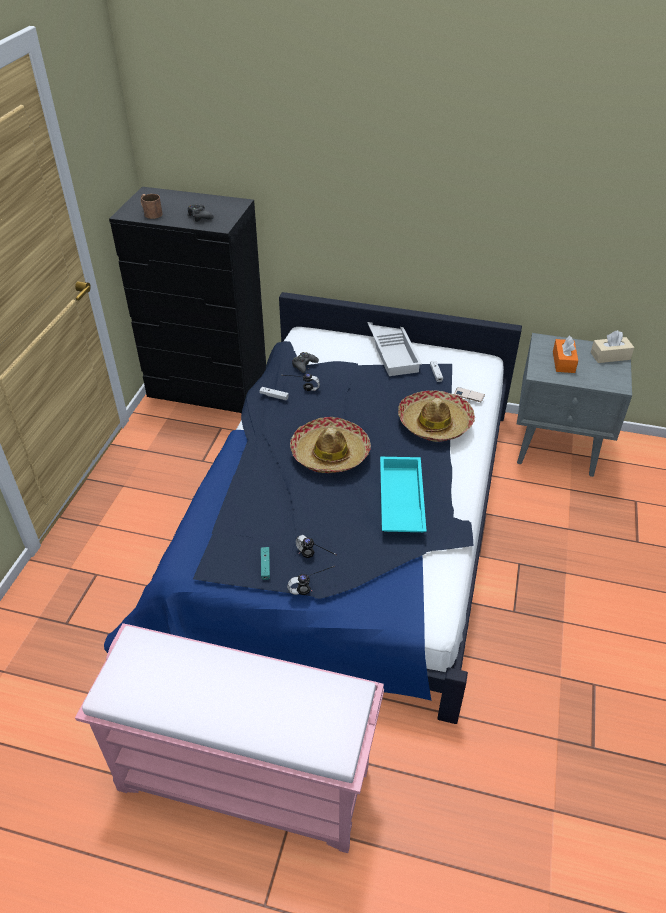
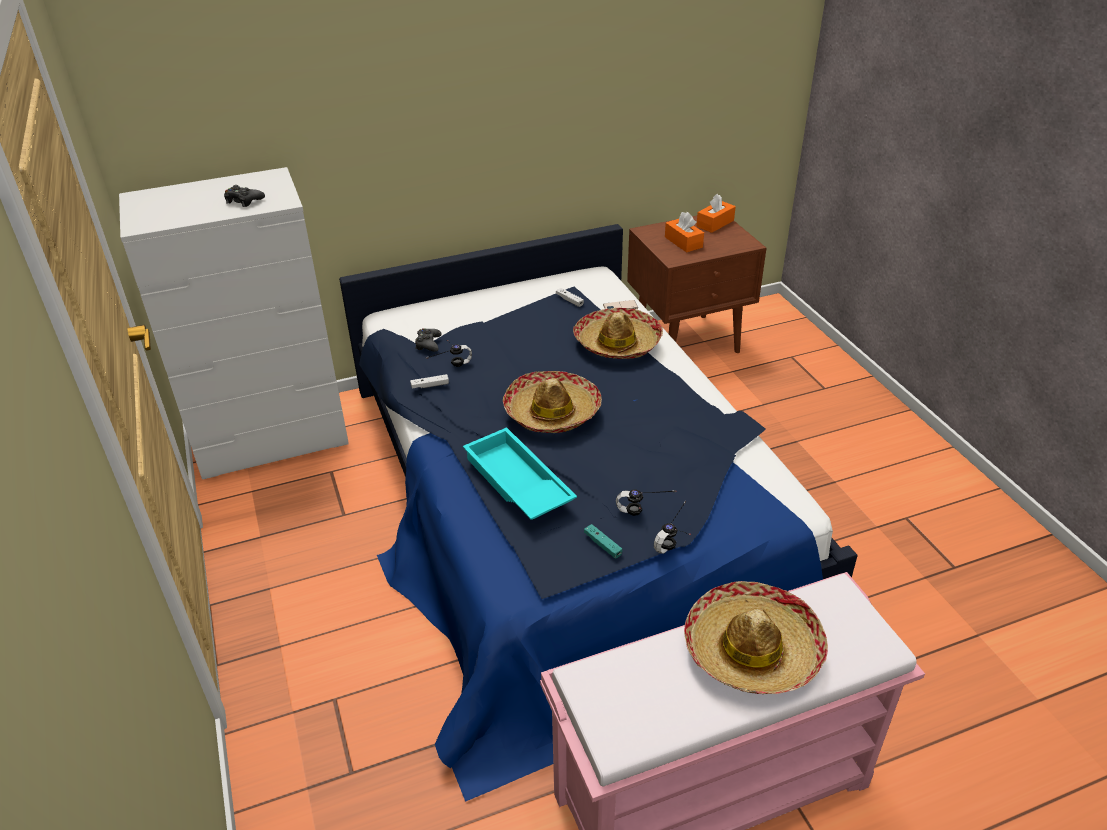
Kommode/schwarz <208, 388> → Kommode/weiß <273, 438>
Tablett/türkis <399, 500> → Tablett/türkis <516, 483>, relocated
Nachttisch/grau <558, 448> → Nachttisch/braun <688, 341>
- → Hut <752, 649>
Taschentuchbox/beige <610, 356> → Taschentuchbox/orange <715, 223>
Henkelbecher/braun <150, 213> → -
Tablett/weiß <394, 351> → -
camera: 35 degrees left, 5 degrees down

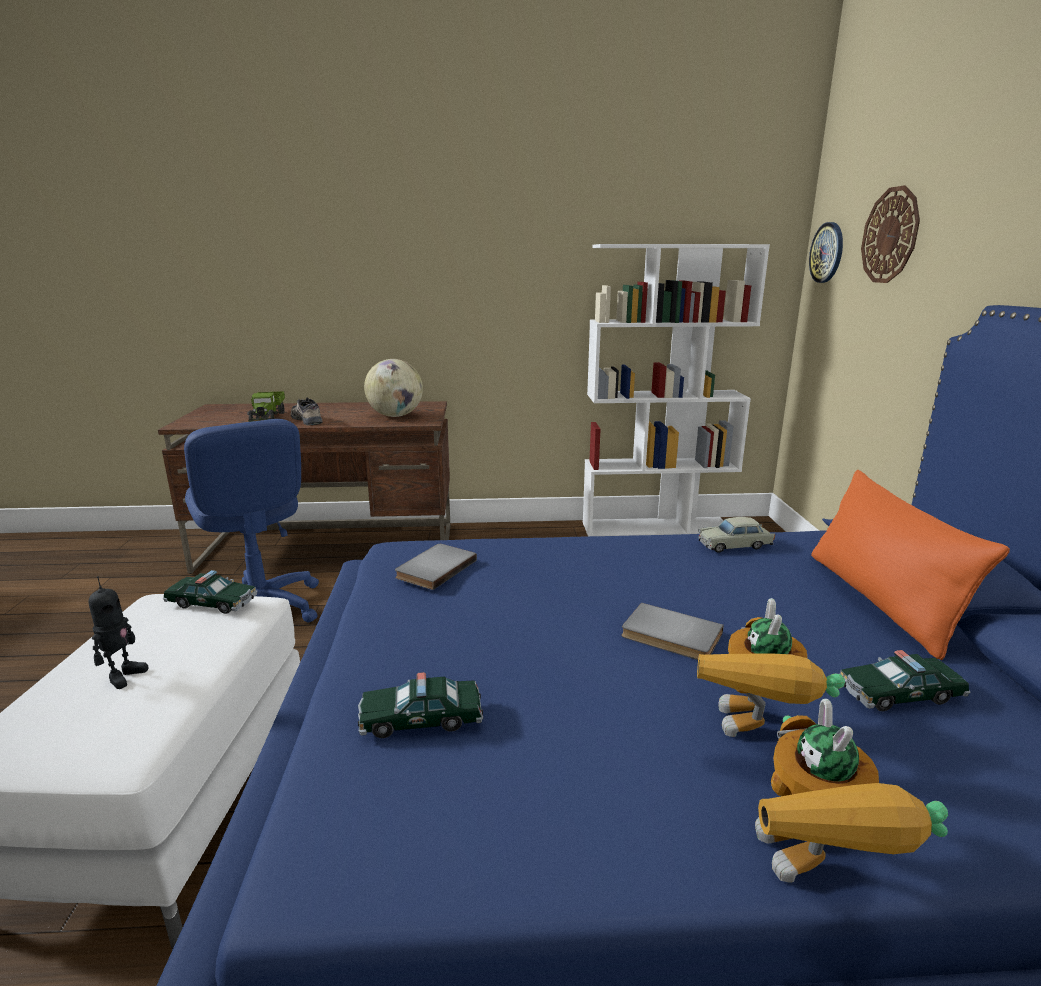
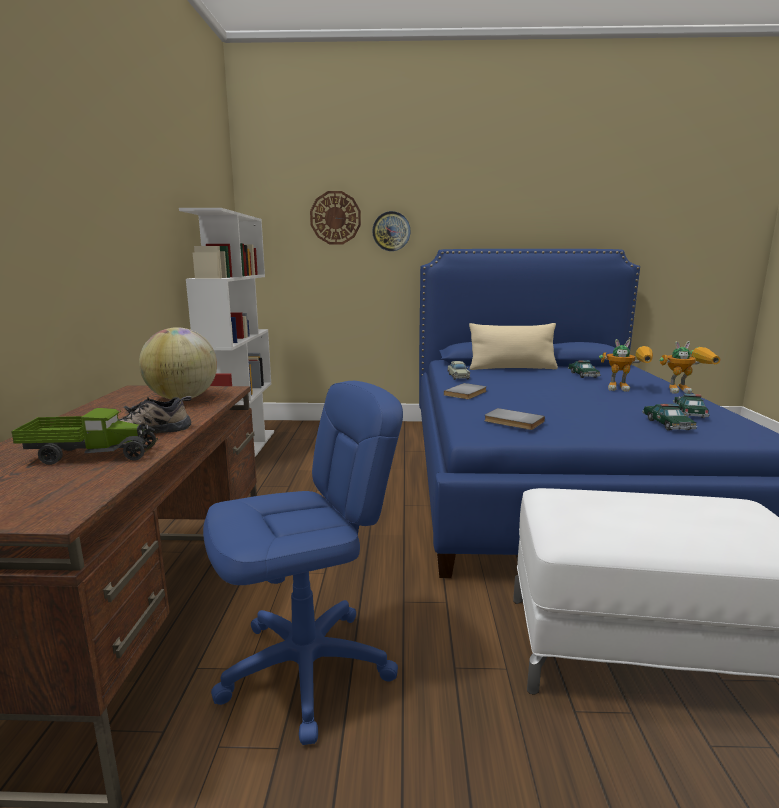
Wanduhr <827, 252> → Wanduhr <391, 231>, relocated
Buch/grau <670, 636> → Buch/grau <467, 393>, relocated
Kissen/orange <879, 600> → Kissen/beige <512, 368>
Spielzeugauto <212, 603> → Spielzeugauto <689, 412>, relocated
Spielzeugroboter <124, 676> → -
camera: 85 degrees left, 5 degrees down

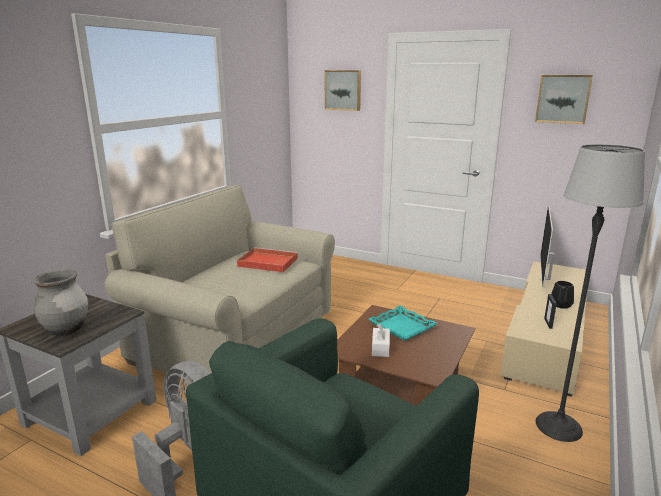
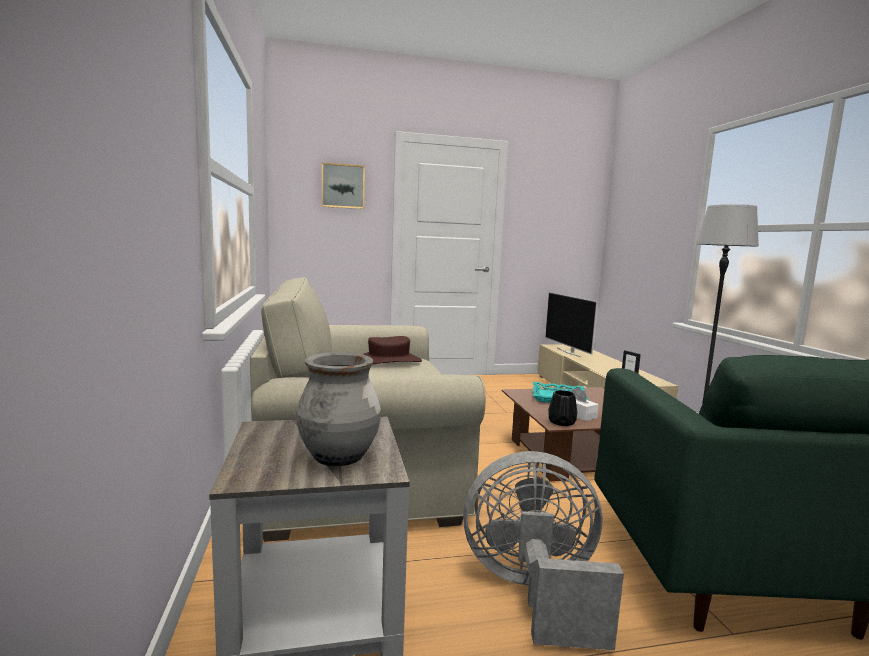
Tablett/rot <267, 262> → Hut/braun <388, 361>
Vase/schwarz <560, 305> → Vase/schwarz <561, 422>, relocated
Bild <563, 99> → -
camera: 40 degrees left, 10 degrees down

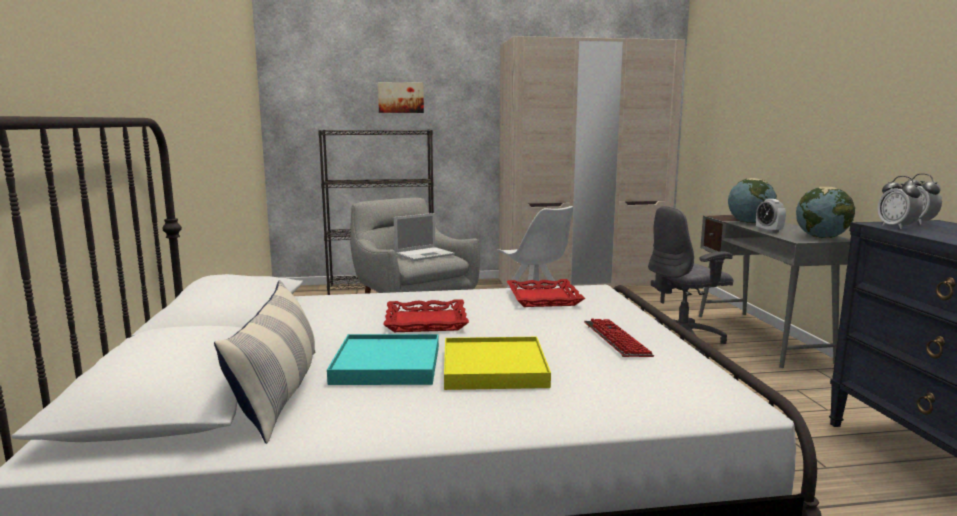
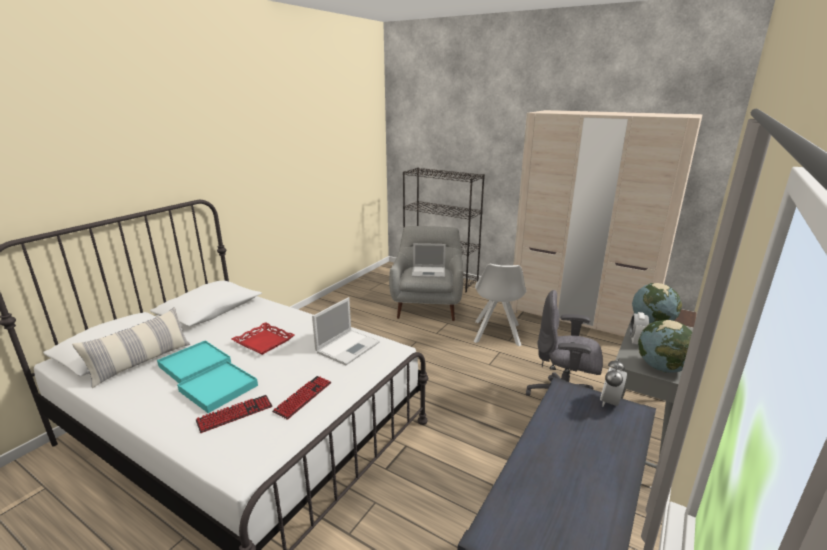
Tablett/gelb <494, 368> → Tablett/türkis <219, 388>
- → Tastatur <235, 414>
Tablett/rot <543, 298> → Laptop <348, 347>
Bild <400, 97> → -
Wecker <896, 227> → -
camera: 40 degrees right, 10 degrees up

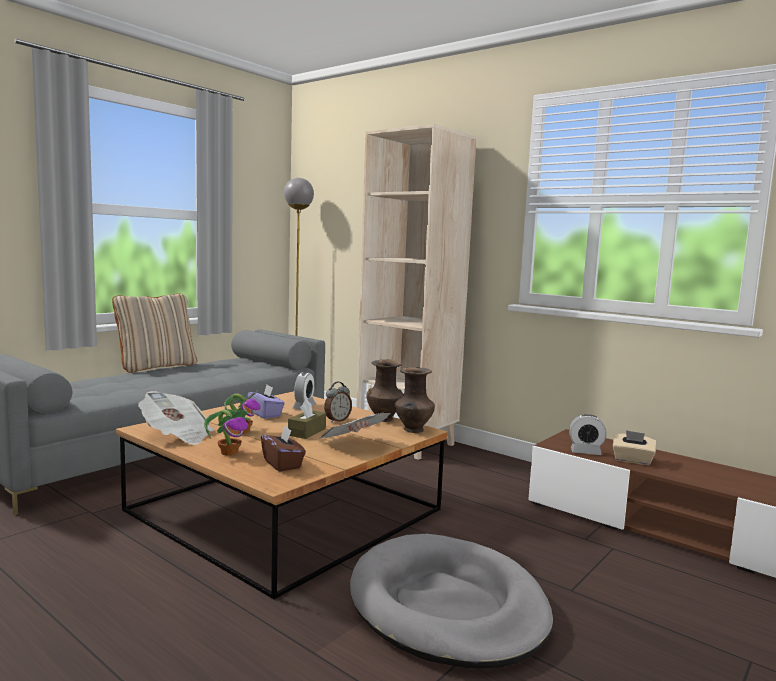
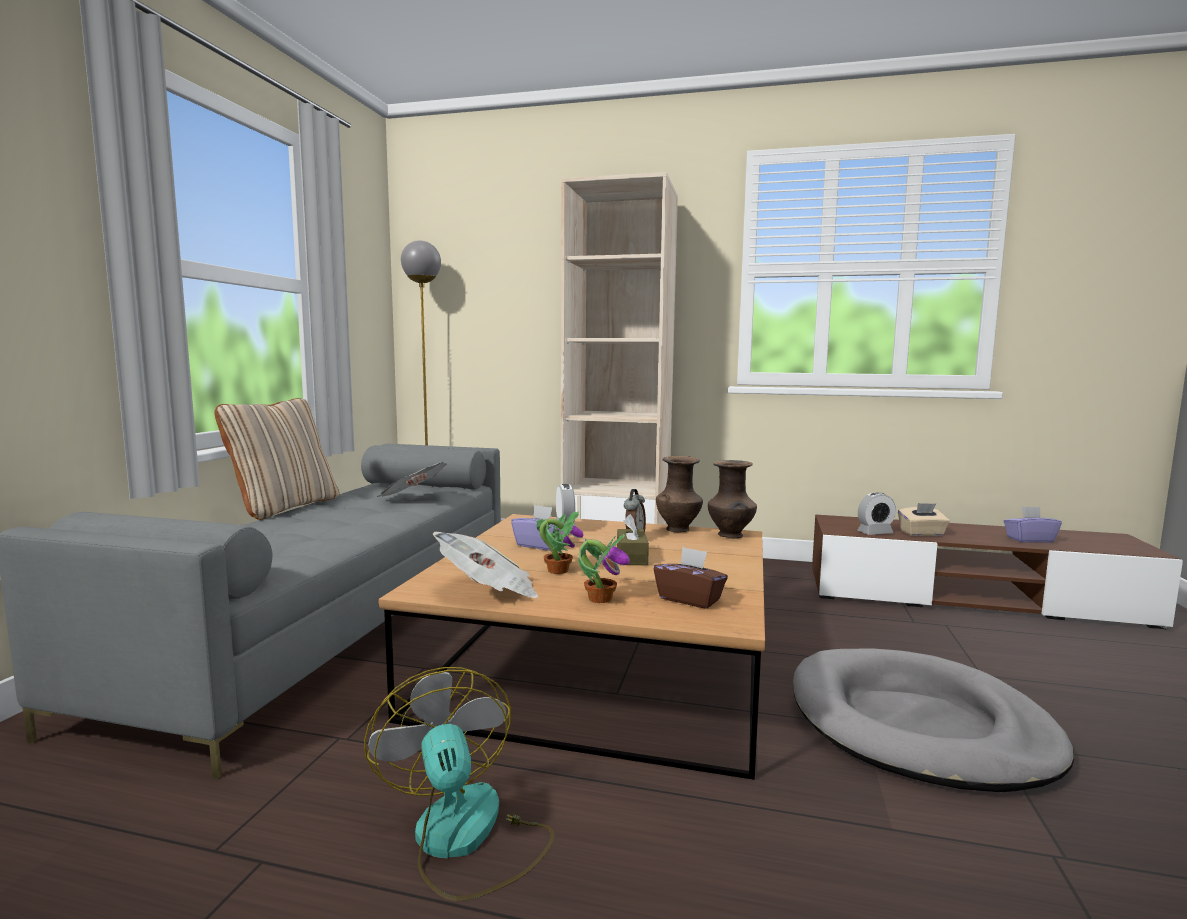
- → Ventilator <465, 839>
Zeitung <353, 444> → Zeitung <412, 498>, relocated
- → Taschentuchbox/lila <1029, 539>
camera: 25 degrees left, 0 degrees up

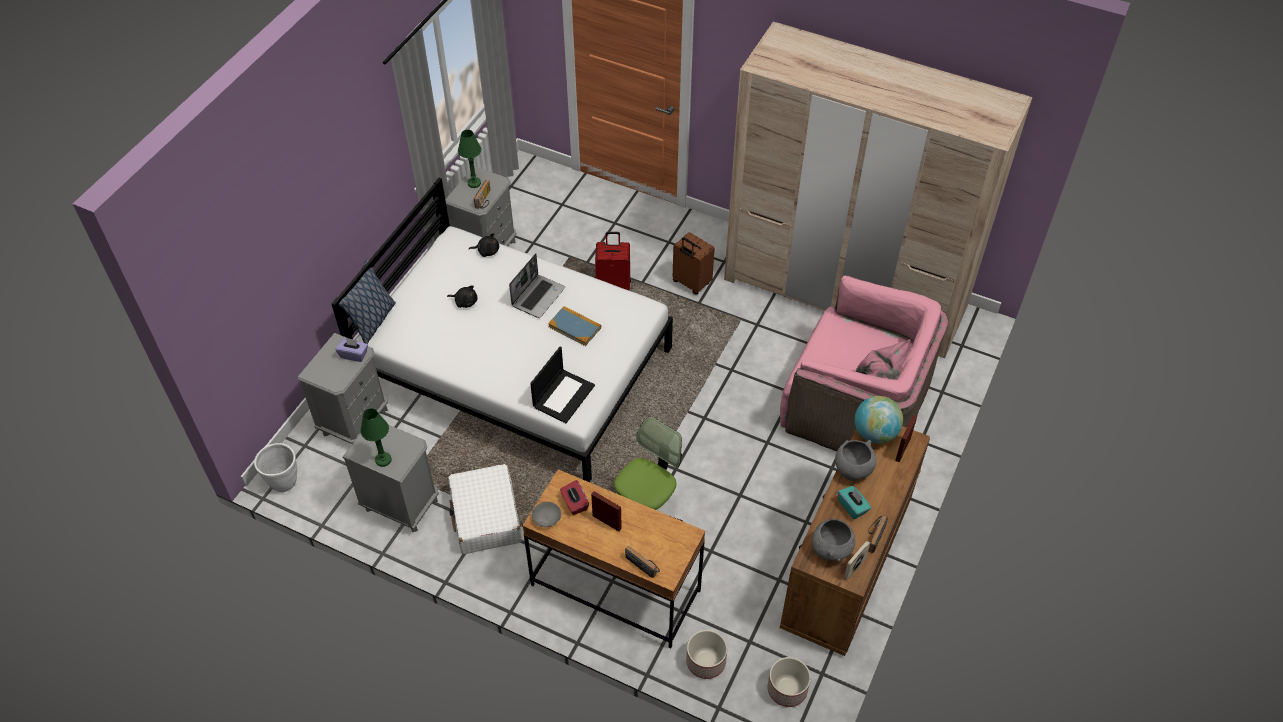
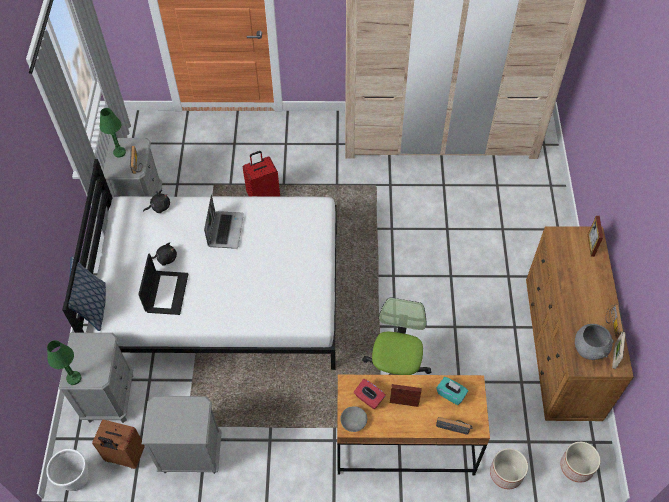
Tischlampe/grün <383, 460> → Tischlampe/grün <74, 378>, relocated
Koffer/braun <691, 283> → Koffer/braun <125, 456>, relocated
Laptop <563, 395> → Laptop <166, 292>, relocated
Taschentuchbox/türkis <852, 507> → Taschentuchbox/türkis <451, 394>, relocated
Taschentuchbox/lila <354, 355> → -
Koffer/weiß <486, 516> → -
Buch <575, 327> → -
Sessel/rosa <855, 402> → -
Schüssel/grau <852, 470> → -
Globus <875, 433> → -
camera: 25 degrees left, 5 degrees up

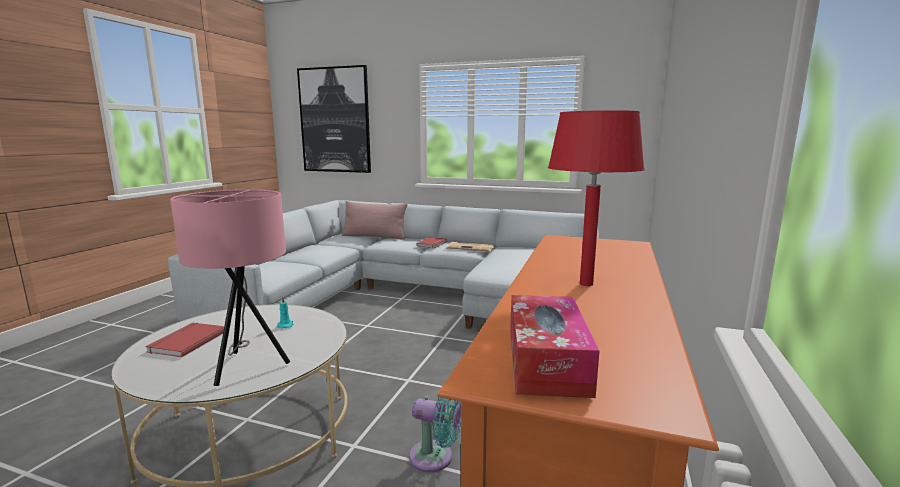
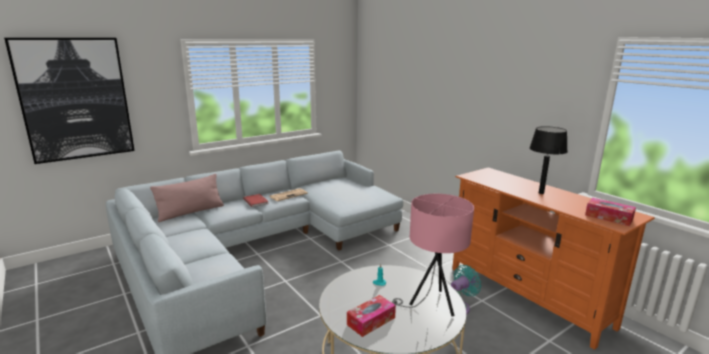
Buch/rot <186, 341> → Taschentuchbox <371, 321>
Tischlampe/rot <585, 283> → Tischlampe/schwarz <541, 193>
camera: 55 degrees left, 5 degrees up

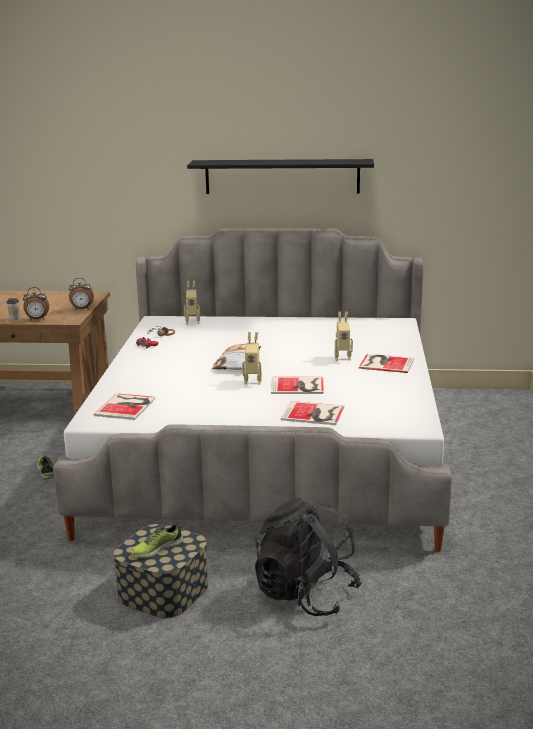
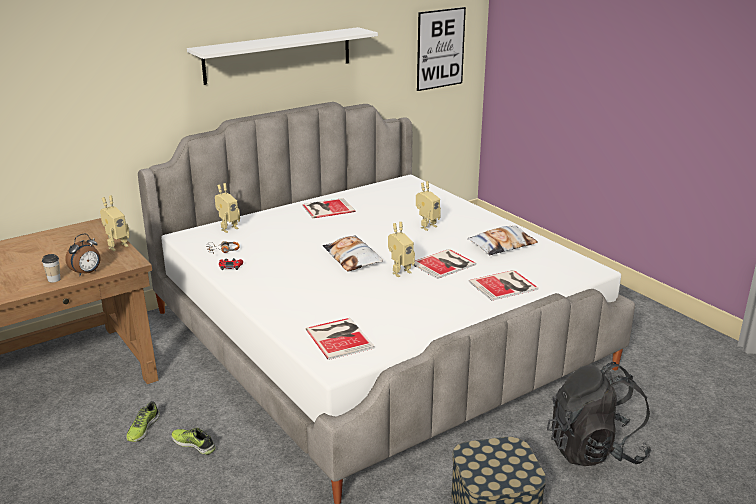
Wecker <82, 309> → Spielzeugroboter <116, 246>
Schuh <157, 548> → Schuh <142, 428>, relocated
Wandregal/schwarz <282, 176> → Wandregal/weiß <278, 55>
Buch <385, 363> → Buch <326, 208>, relocated
- → Bild <440, 49>
- → Kissen <502, 245>
camera: 40 degrees left, 5 degrees up

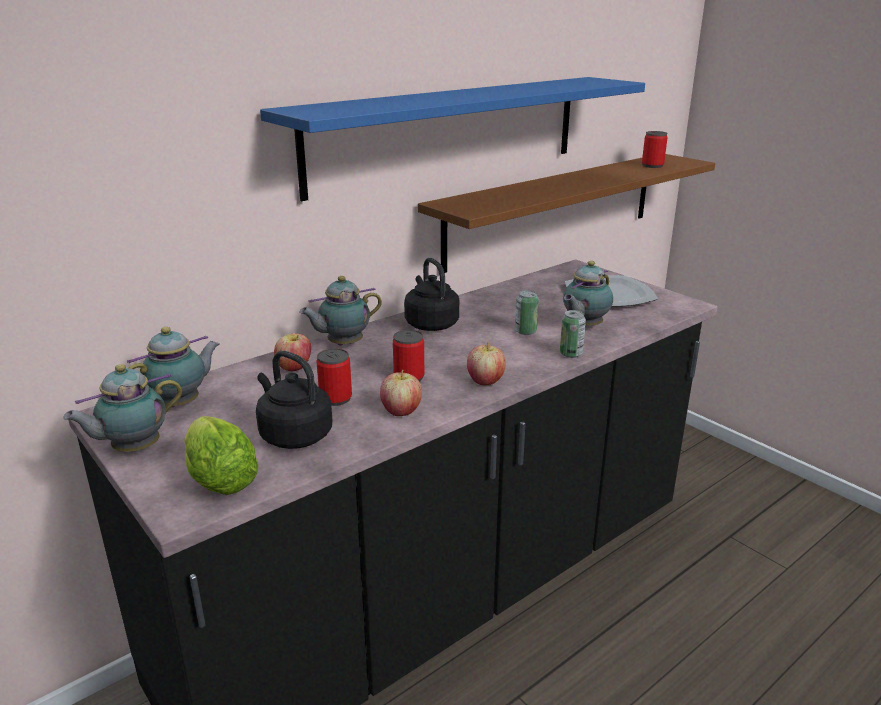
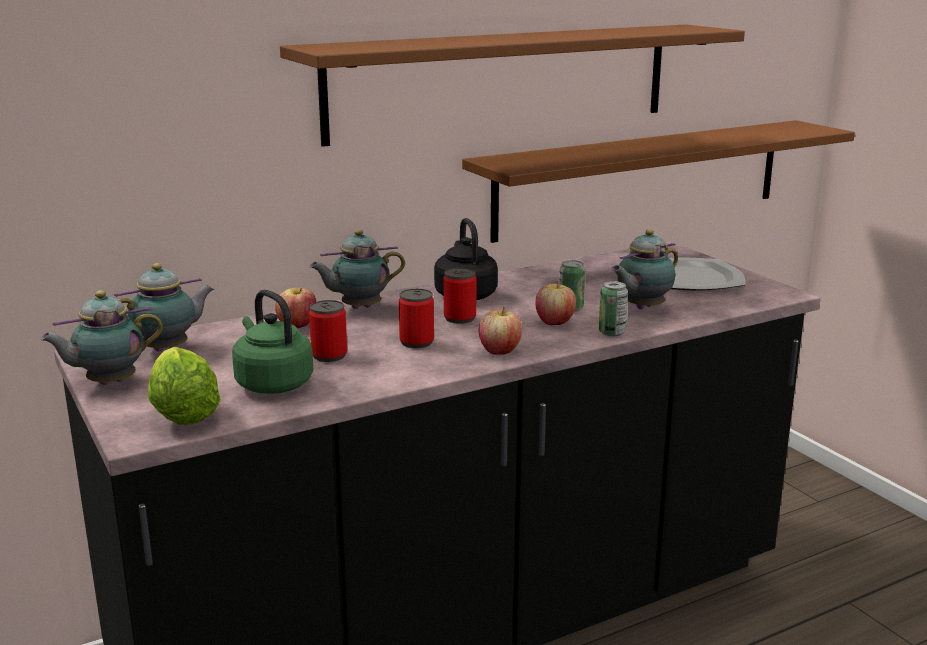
Wasserkessel/schwarz <293, 434> → Wasserkessel/grün <272, 383>
Wandregal/blau <450, 133> → Wandregal/braun <503, 81>
Dose <652, 166> → Dose <460, 318>, relocated
Apfel <401, 411> → Apfel <554, 322>, relocated
camera: 10 degrees right, 5 degrees down

